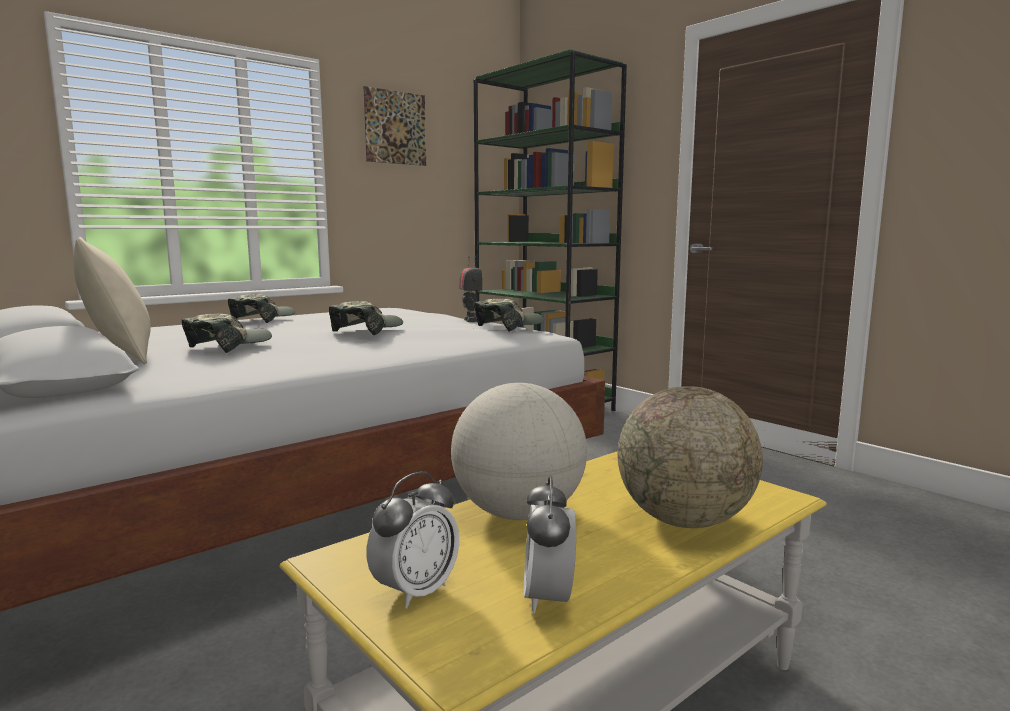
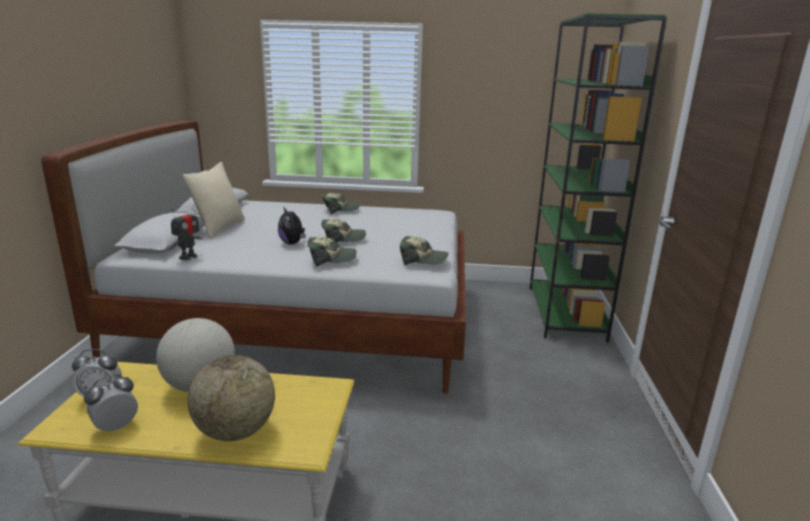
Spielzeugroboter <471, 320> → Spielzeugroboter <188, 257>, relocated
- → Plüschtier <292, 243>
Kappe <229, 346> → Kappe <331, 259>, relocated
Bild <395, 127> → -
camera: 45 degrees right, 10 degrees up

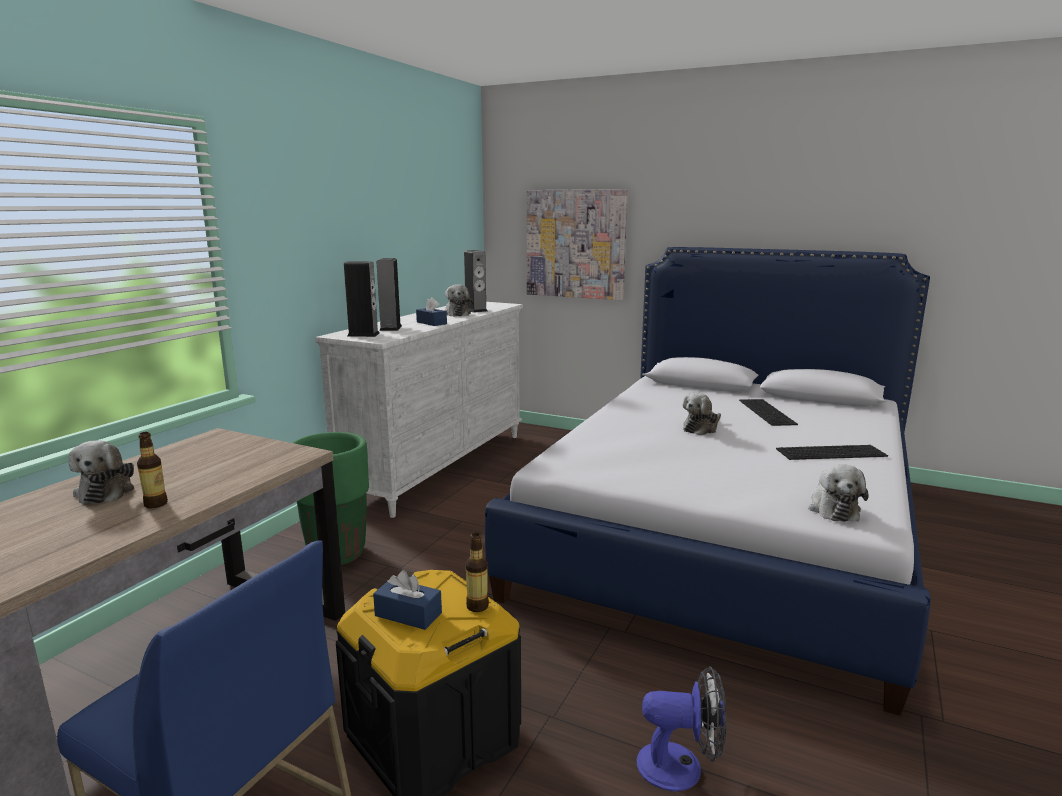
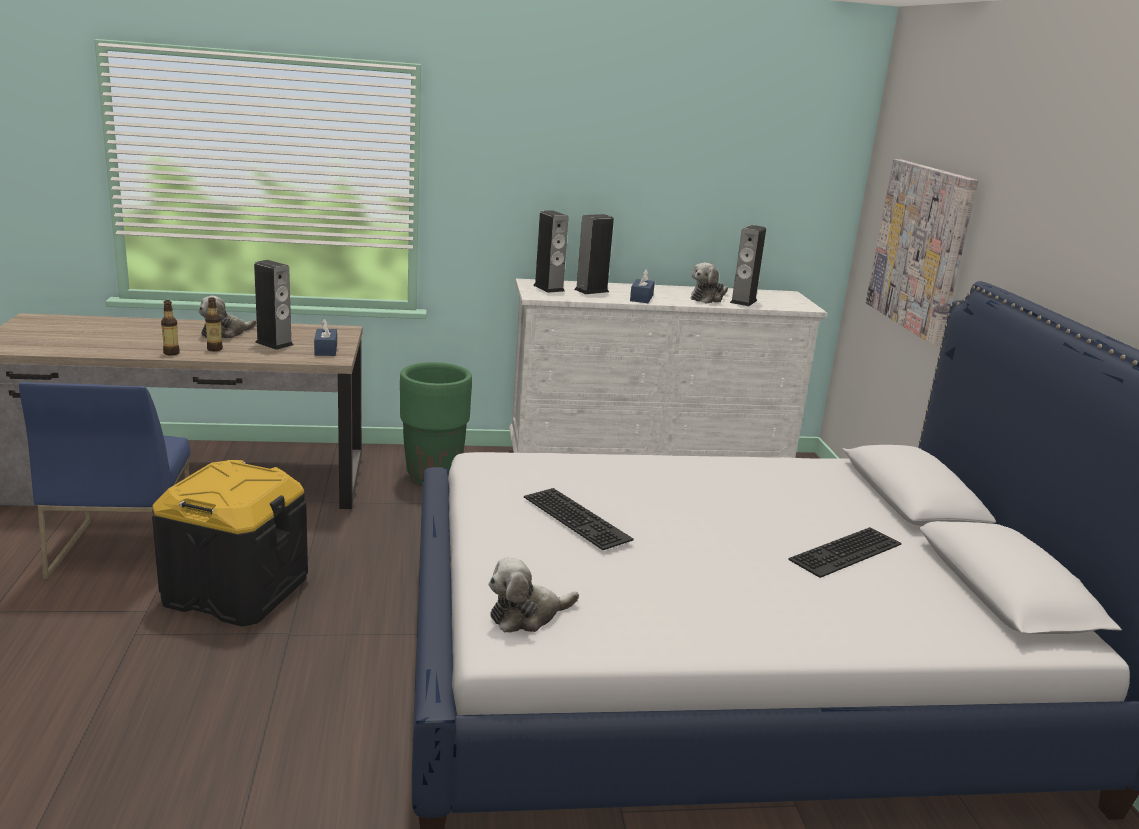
Flasche <477, 606> → Flasche <171, 353>, relocated
- → Lautsprecher <274, 343>
Taschentuchbox/blau <408, 614> → Taschentuchbox/blau <326, 350>, relocated
Tastatur <831, 452> → Tastatur <579, 518>, relocated
Ventilator <681, 767> → -
Plüschtier <701, 428> → -
camera: 55 degrees right, 5 degrees up

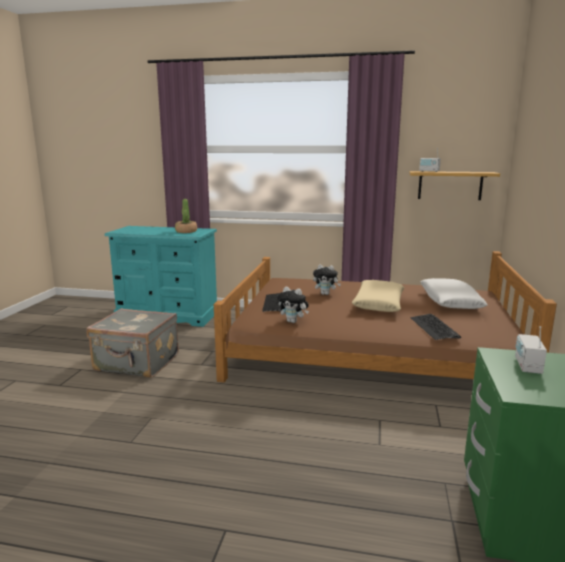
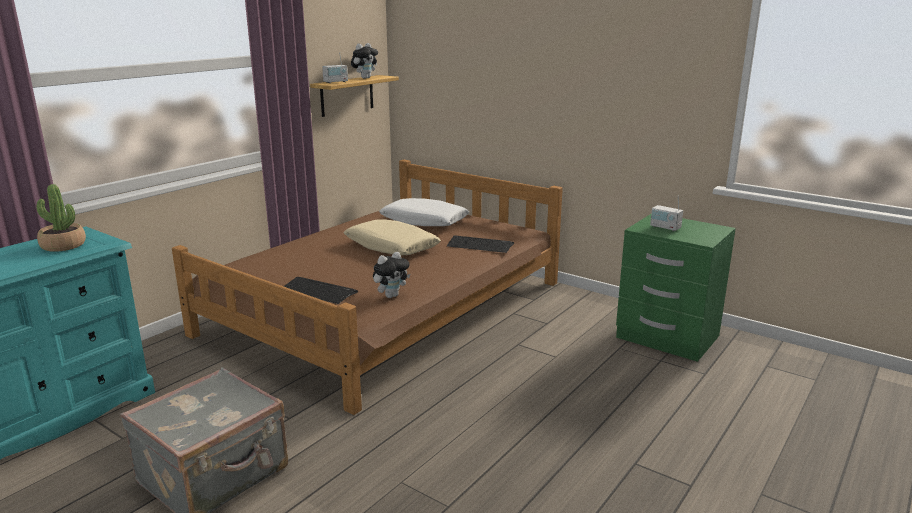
Plüschtier <326, 294> → Plüschtier <365, 78>, relocated
camera: 65 degrees left, 5 degrees up

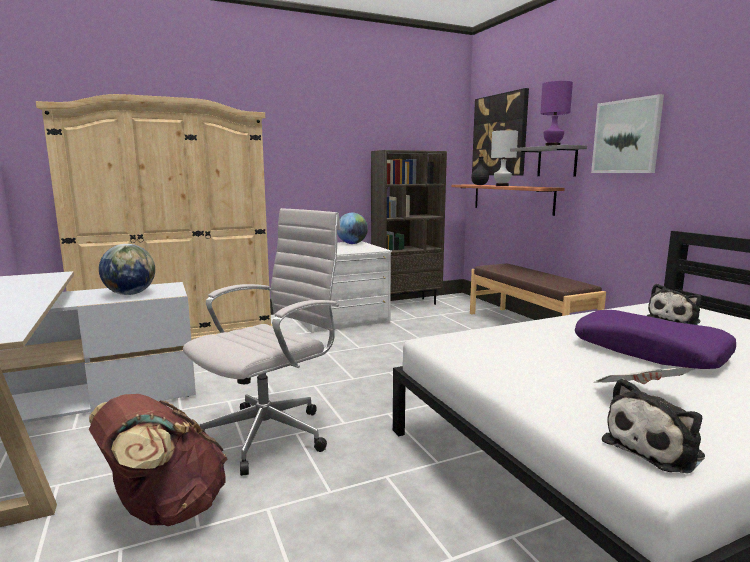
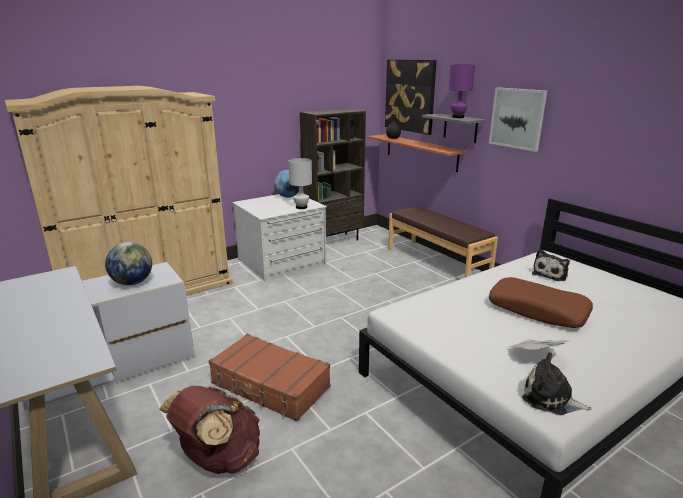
Bürostuhl/weiß <271, 434> → Koffer/braun <270, 386>
Tischlampe/weiß <502, 186> → Tischlampe/weiß <301, 207>, relocated
Kissen/lila <649, 351> → Kissen/braun <538, 310>
Plüschtier <656, 448> → Plüschtier <550, 398>, 75 degrees clockwise
camera: 10 degrees left, 10 degrees up

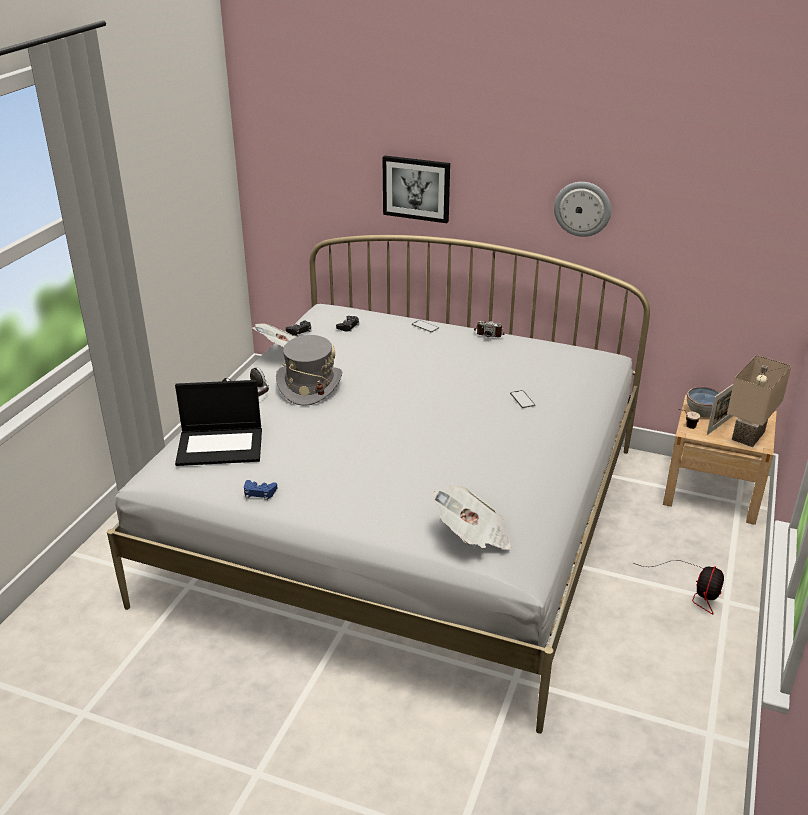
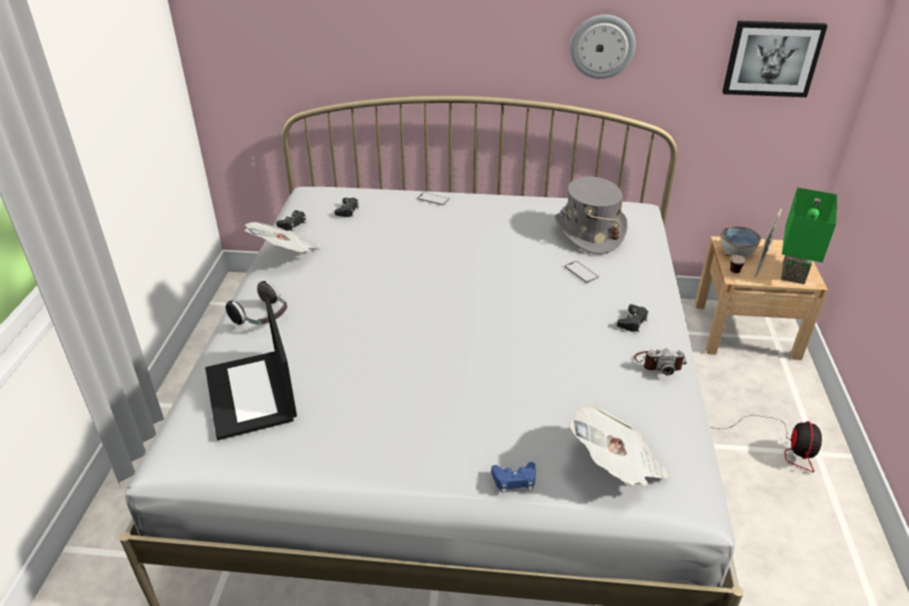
Laptop <221, 446> → Laptop <252, 394>, 90 degrees clockwise
Gamepad/blau <259, 492> → Gamepad/blau <514, 480>, relocated
Hut/grau <309, 386> → Hut/grau <589, 232>, relocated
- → Gamepad/schwarz <632, 322>
Kamera <489, 333> → Kamera <659, 363>, relocated
Bild <416, 188> → Bild <772, 58>, relocated
Tischlampe/beige <746, 435> → Tischlampe/grün <791, 271>
camera: 15 degrees left, 5 degrees up

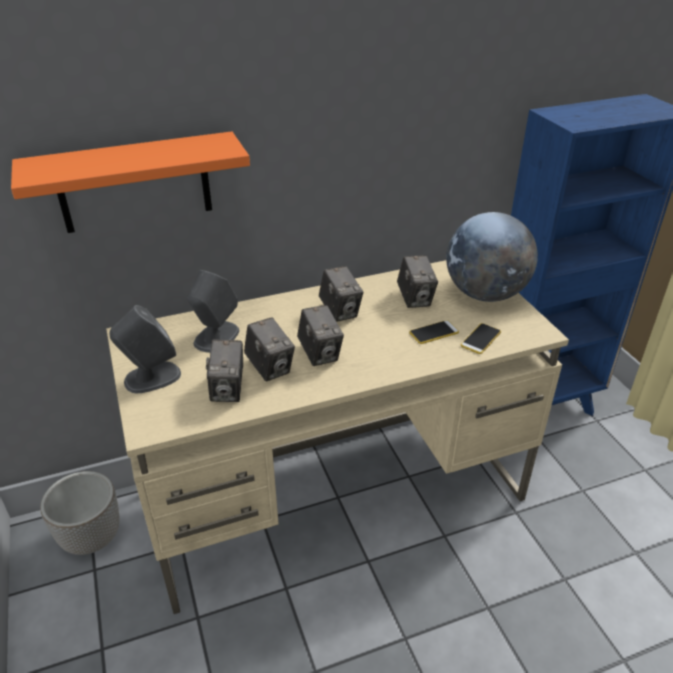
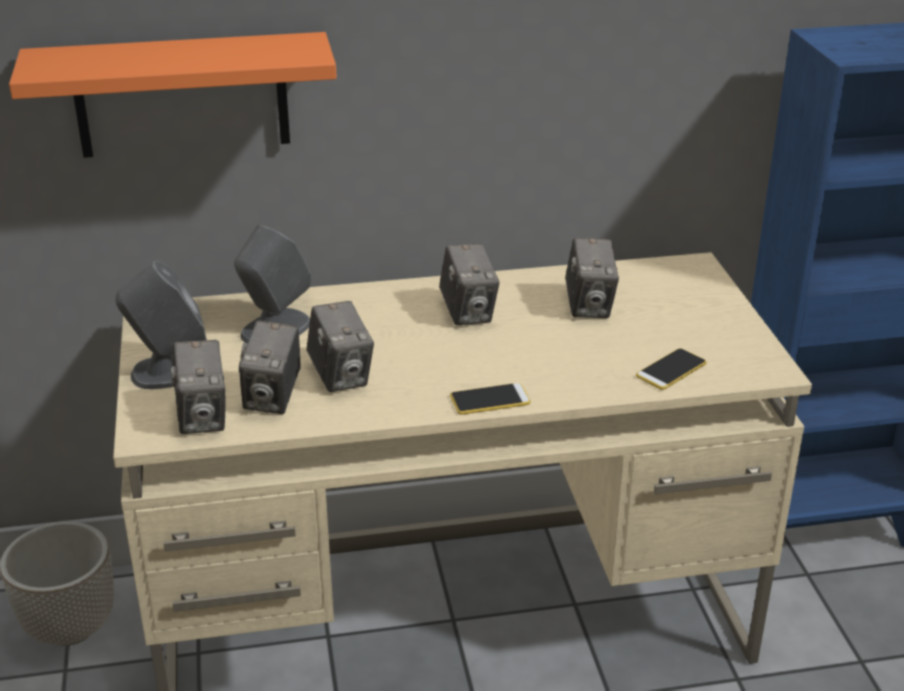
Kamera <320, 354> → Kamera <203, 417>, relocated
Handy <434, 332> → Handy <490, 400>, relocated
Globus <485, 294> → -
camera: 10 degrees right, 5 degrees down

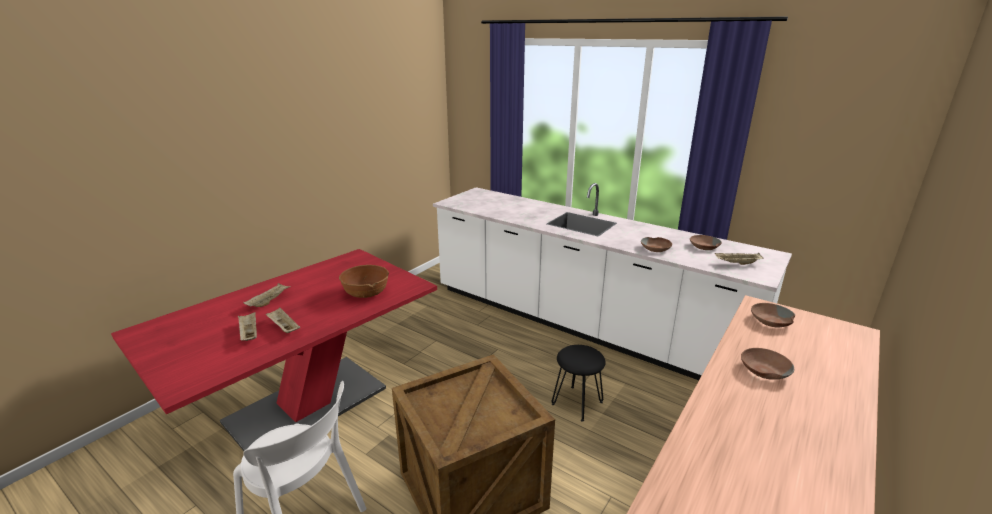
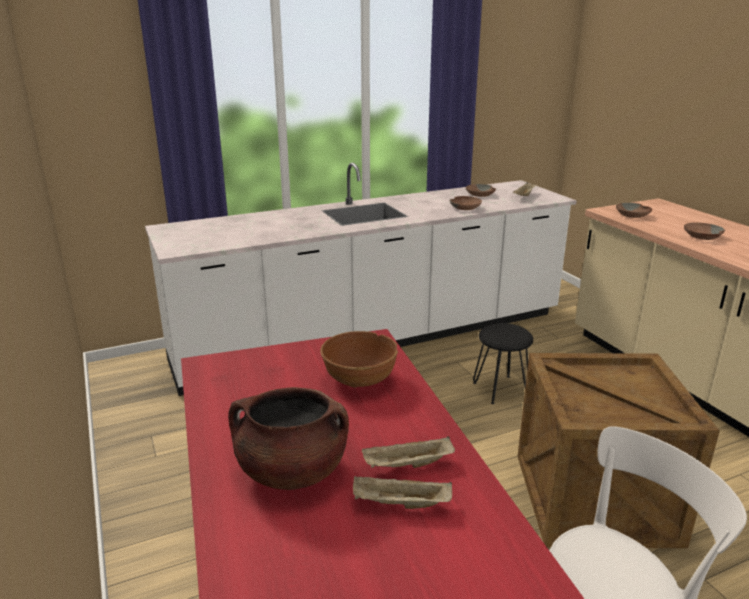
Tablett/beige <269, 301> → Kochtopf/braun <291, 471>
camera: 60 degrees left, 0 degrees up

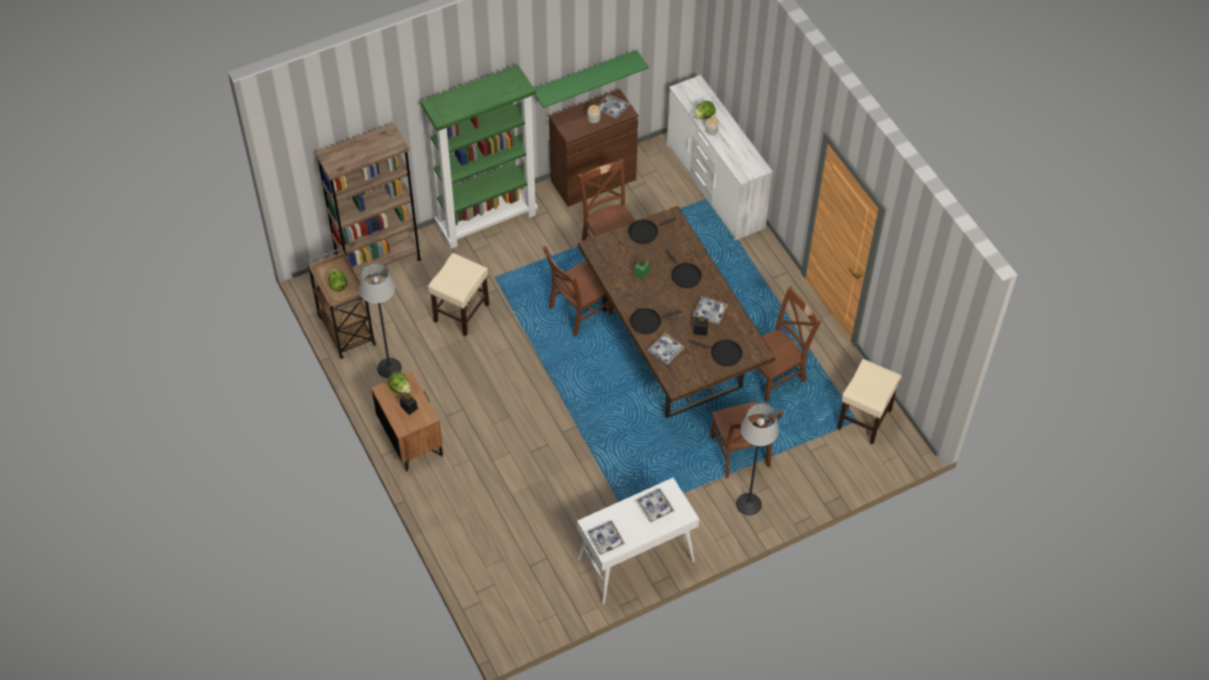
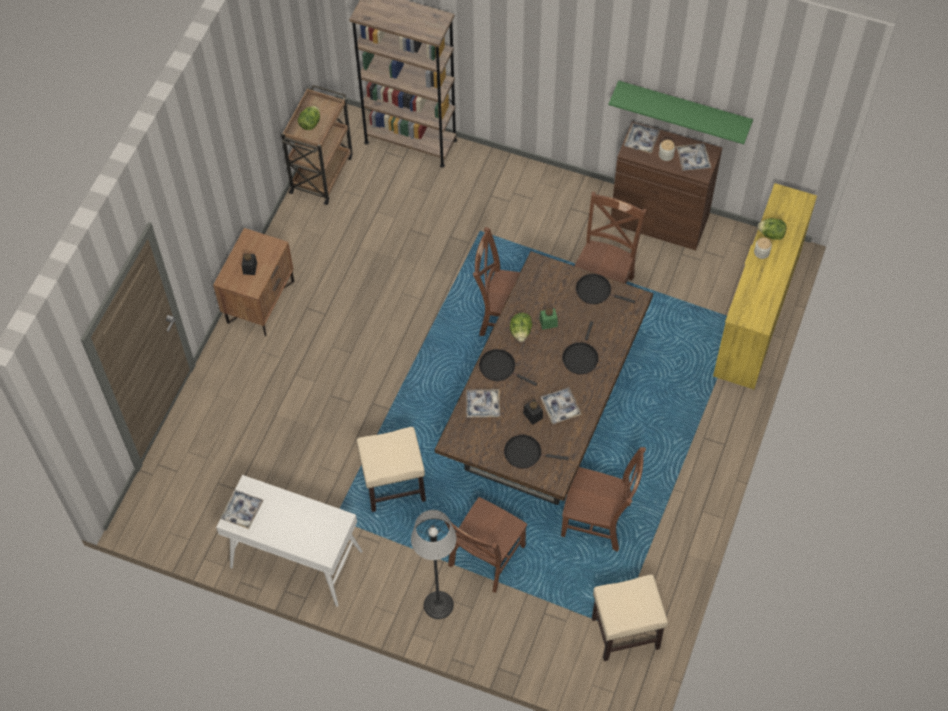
Hocker/beige <461, 313> → Hocker/beige <393, 487>, relocated
Pfanne/schwarz <723, 354> → Pfanne/schwarz <525, 453>, 120 degrees clockwise
Salatkopf <400, 388> → Salatkopf <520, 332>, relocated
Tablett <654, 507> → Tablett <641, 140>, relocated
Kommode/weiß <714, 186> → Kommode/gelb <756, 314>
Stehlampe <389, 367> → -
Bücherregal/grün <487, 220> → -
camera: 50 degrees right, 5 degrees up

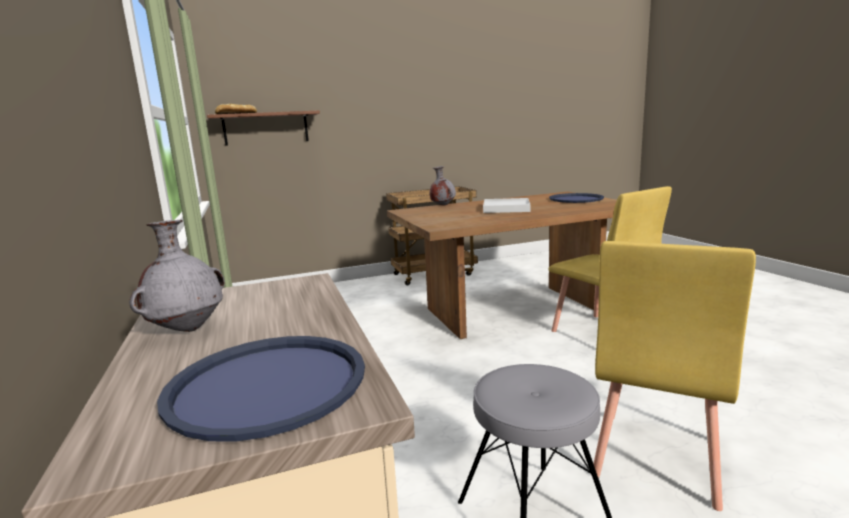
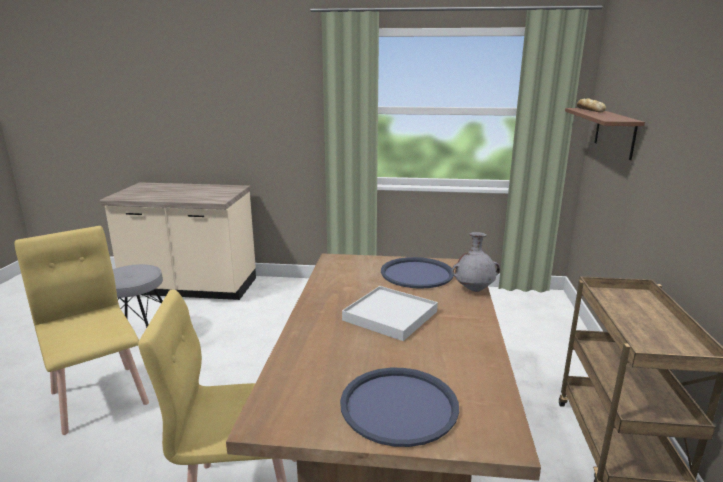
Tablett/blau <267, 385> → Tablett/blau <416, 273>, relocated
Vase/grau <188, 329> → -
camera: 115 degrees right, 5 degrees up

